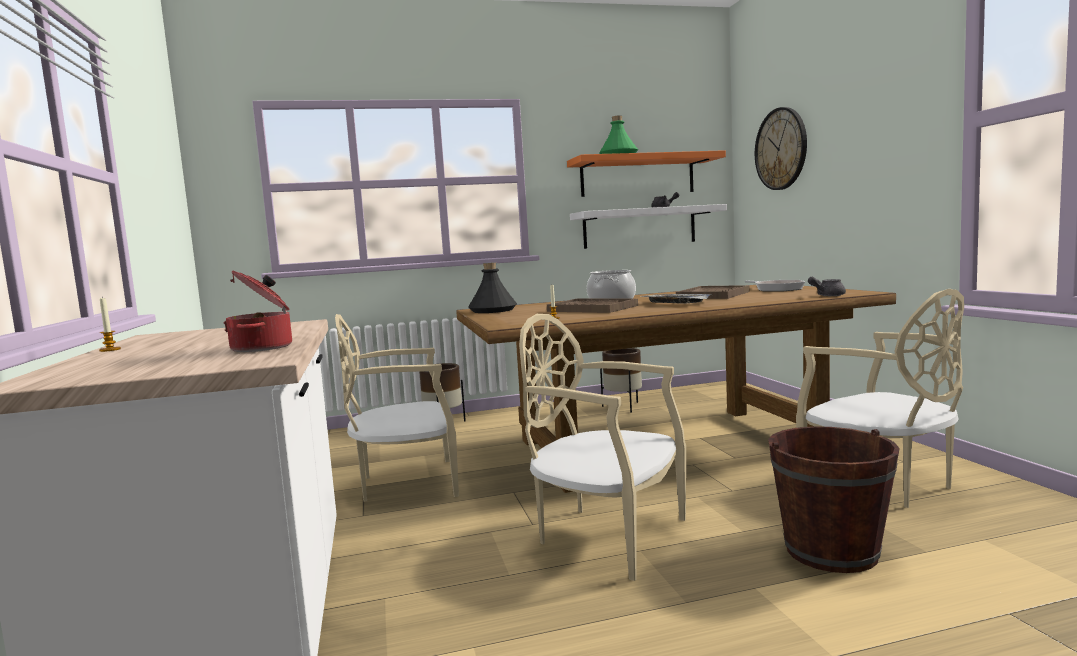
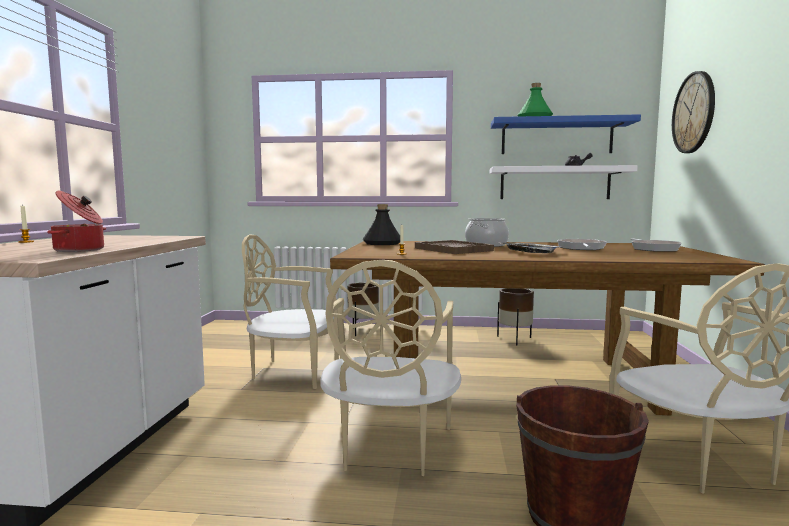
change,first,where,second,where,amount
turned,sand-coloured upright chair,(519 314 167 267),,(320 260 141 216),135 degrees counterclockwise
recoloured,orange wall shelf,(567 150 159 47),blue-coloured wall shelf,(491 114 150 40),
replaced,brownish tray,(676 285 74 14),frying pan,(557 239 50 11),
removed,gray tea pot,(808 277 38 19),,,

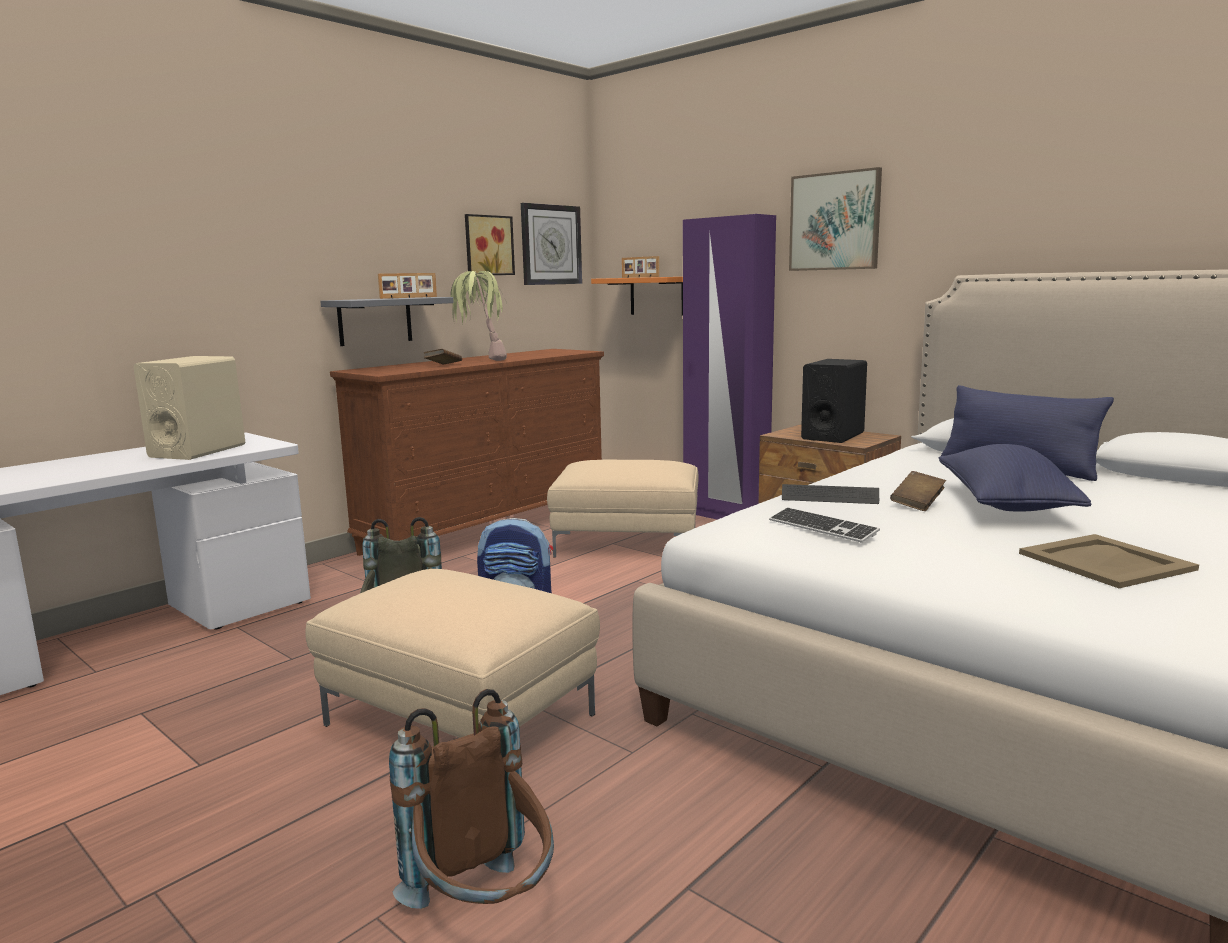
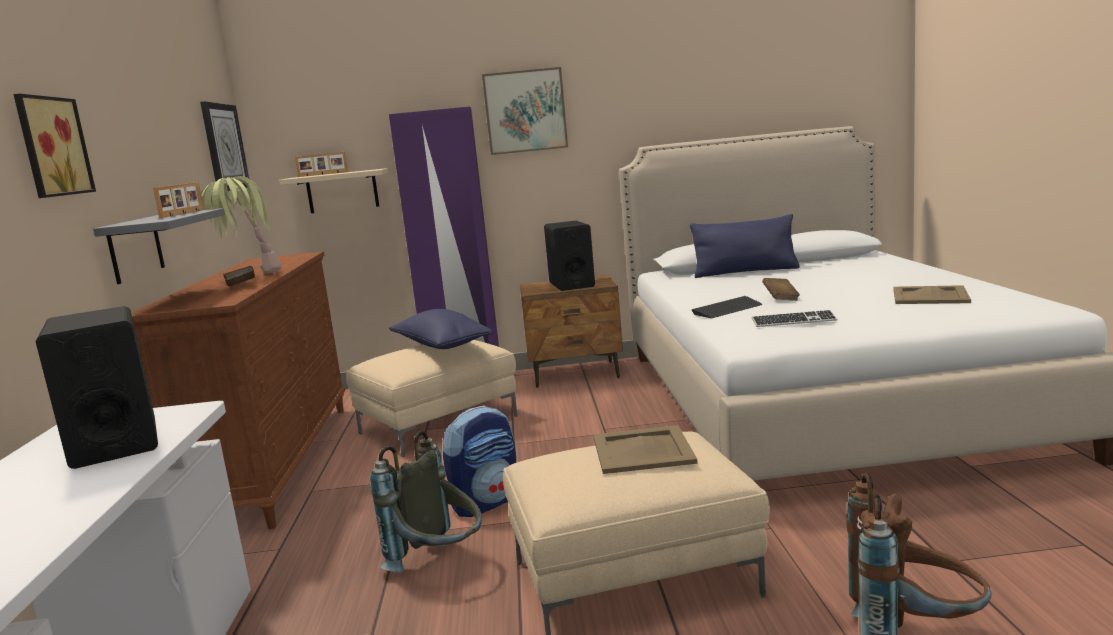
change,first,where,second,where,amount
moved,picture,(465 214 50 61),,(13 94 83 104),
recoloured,sand-coloured loudspeaker,(134 356 111 104),blackish loudspeaker,(36 306 122 163),
recoloured,orange wall shelf,(591 277 92 38),sand-coloured wall shelf,(279 168 109 45),
moved,blue-coloured cushion,(939 444 153 67),,(389 309 104 40),
added,,,sand-coloured tray,(593 425 105 49),

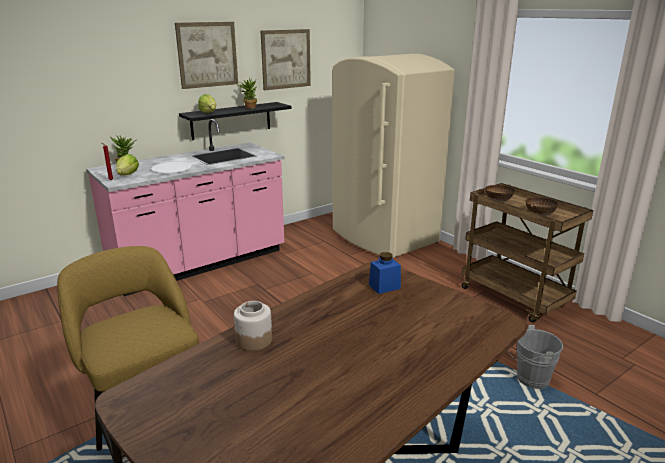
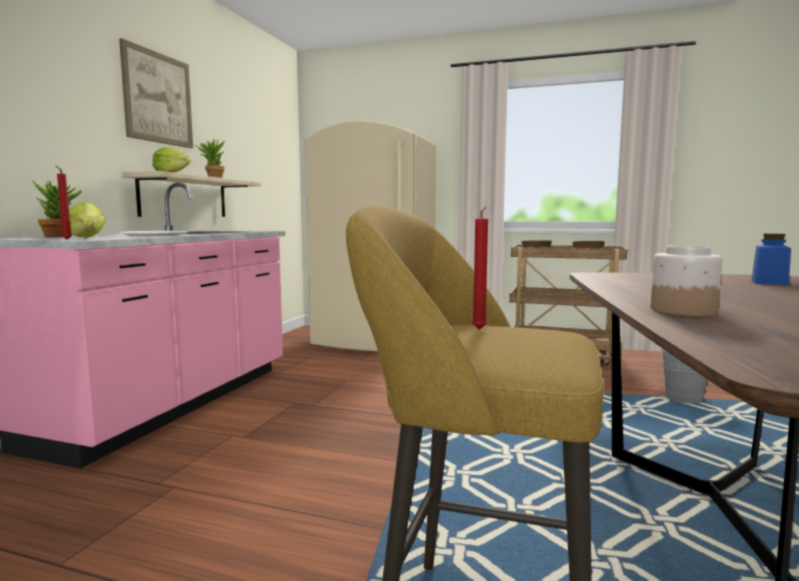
change,first,where,second,where,amount
recoloured,blackish wall shelf,(179 102 113 38),sand-coloured wall shelf,(122 171 139 46),
added,,,reddish candle,(472 206 16 124),
moved,blue-coloured preserve jar,(369 252 32 42),,(752 234 39 52),
removed,picture,(260 29 51 61),,,

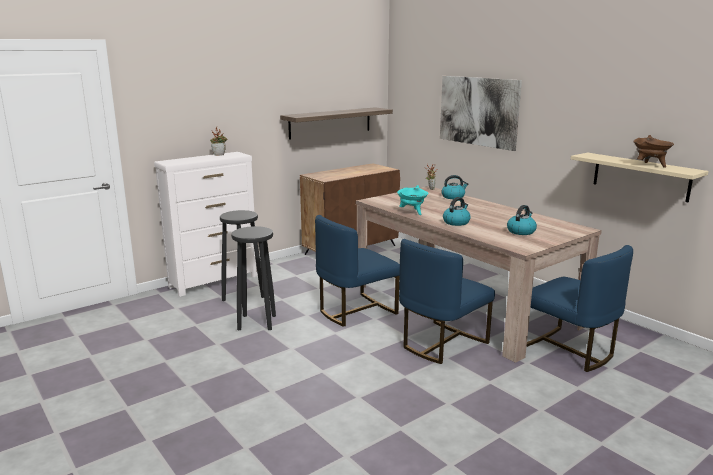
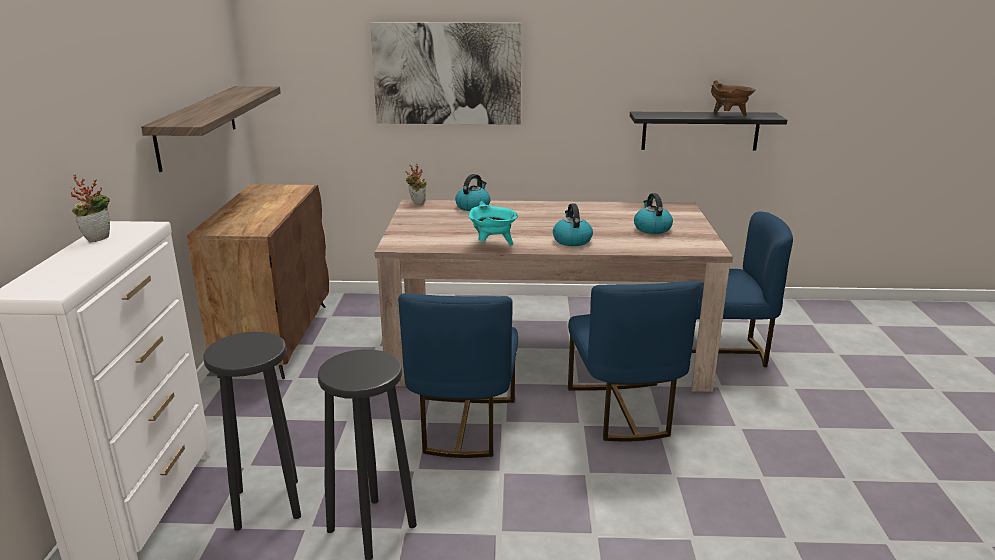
change,first,where,second,where,amount
recoloured,sand-coloured wall shelf,(571 153 138 50),blackish wall shelf,(630 112 157 39),

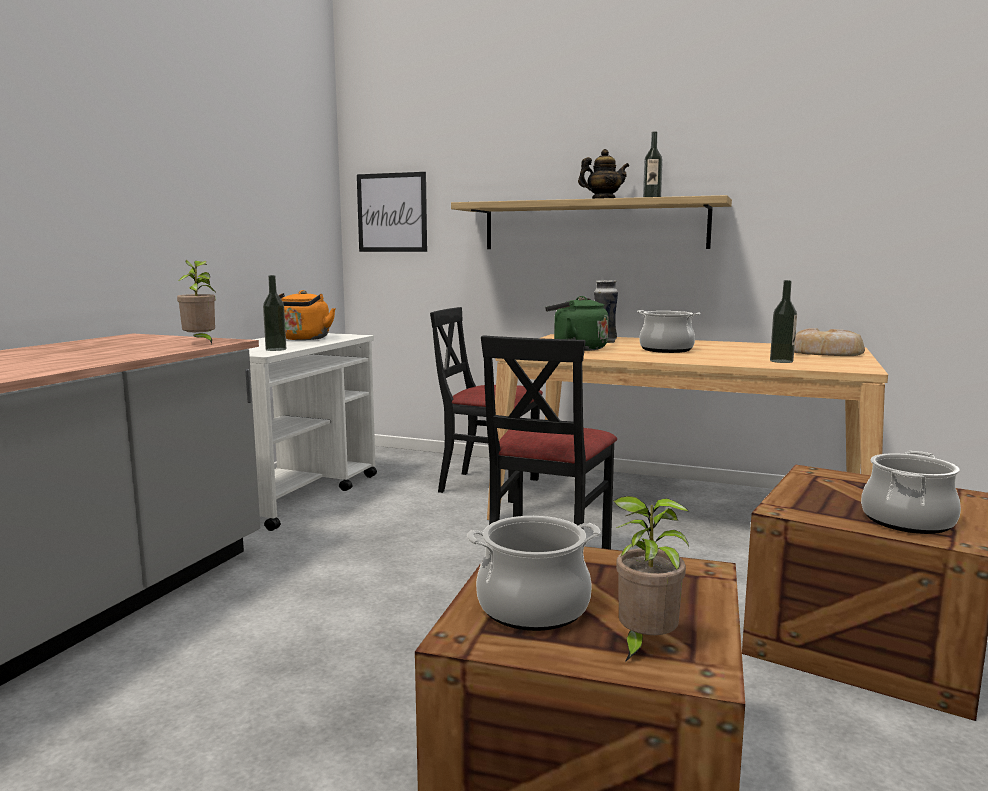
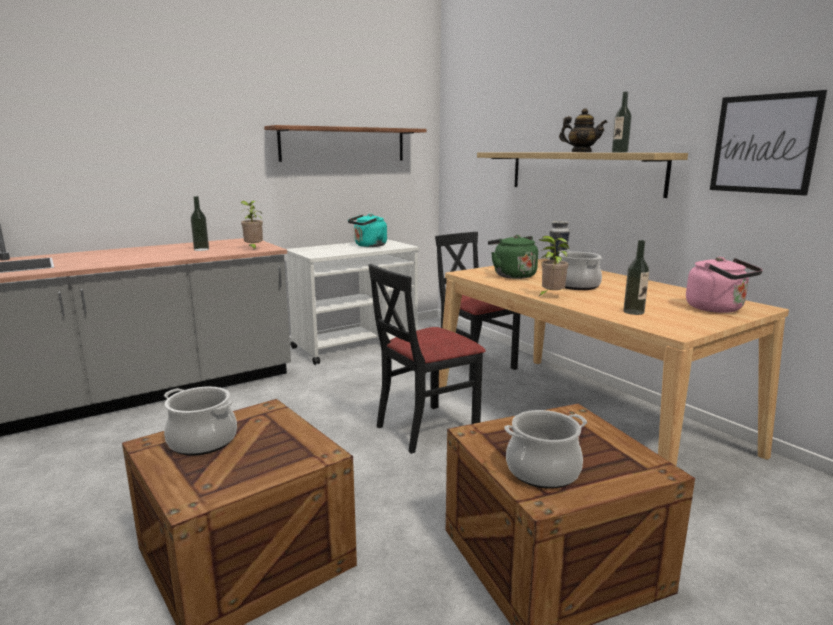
change,first,where,second,where,amount
moved,drink bottle,(263 275 23 76),,(191 196 18 55),
added,,,wall shelf,(264 125 163 37),
recoloured,orange kettle,(278 290 58 50),turquoise kettle,(348 214 39 33),
moved,plant in a pot,(613 496 76 166),,(538 236 31 61),
replaced,baked bread,(794 328 71 28),pinkish kettle,(686 257 77 56),
moved,picture,(357 172 70 80),,(710 90 117 106),

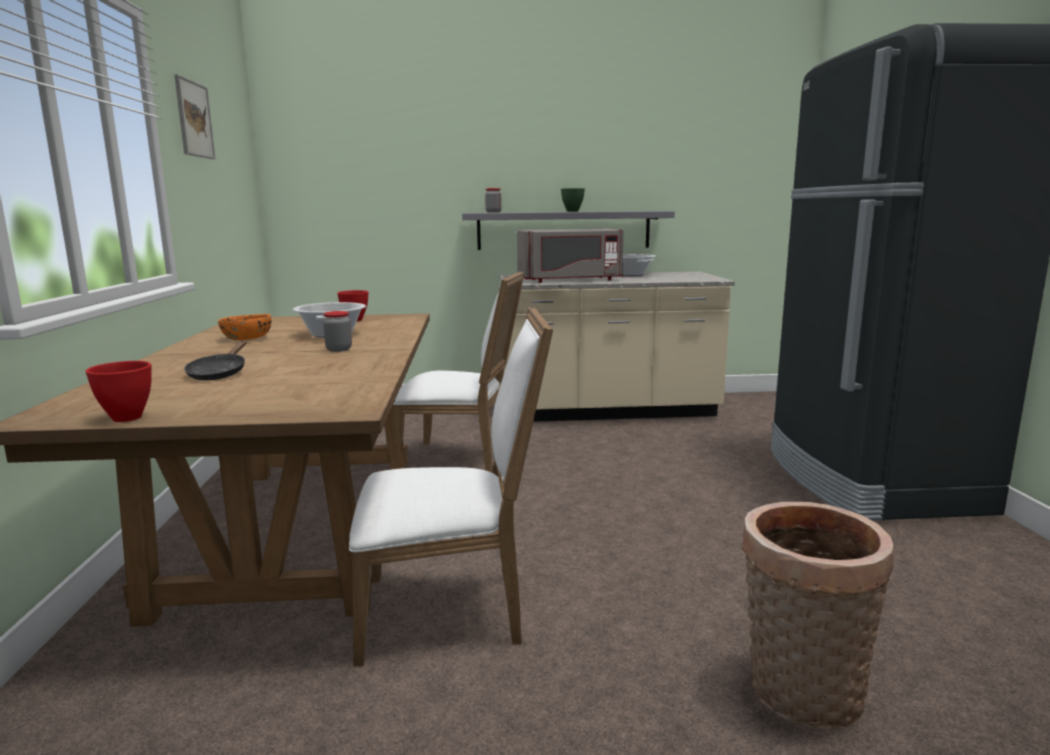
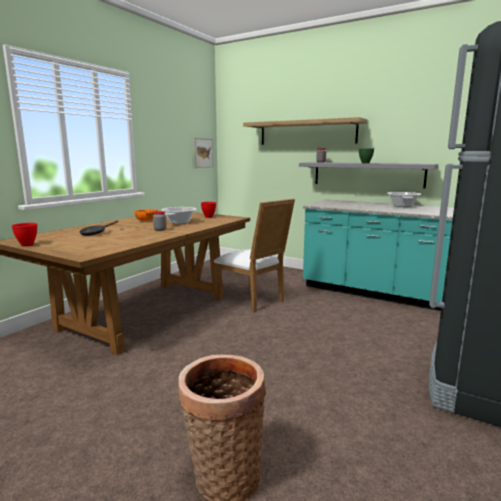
change,first,where,second,where,amount
moved,picture,(174 74 41 85),,(194 138 19 30),
added,,,wall shelf,(243 117 125 28),
recoloured,sand-coloured kitchen counter,(500 272 235 150),turquoise kitchen counter,(303 200 151 111),
removed,white-coloured upright chair,(349 307 204 360),,,
removed,gray kitchen microwave,(517 229 107 54),,,

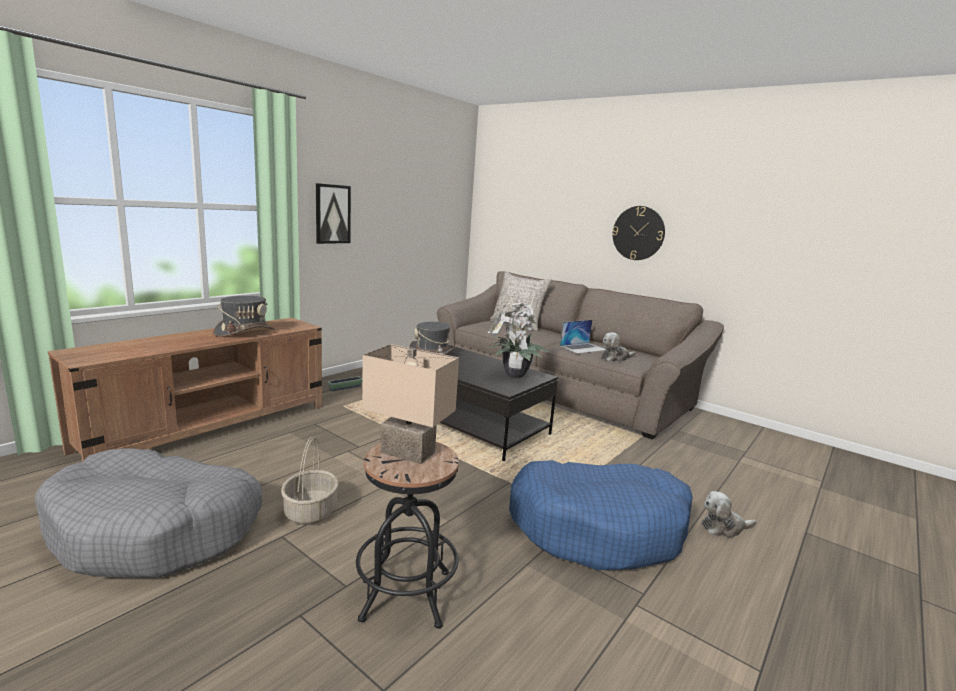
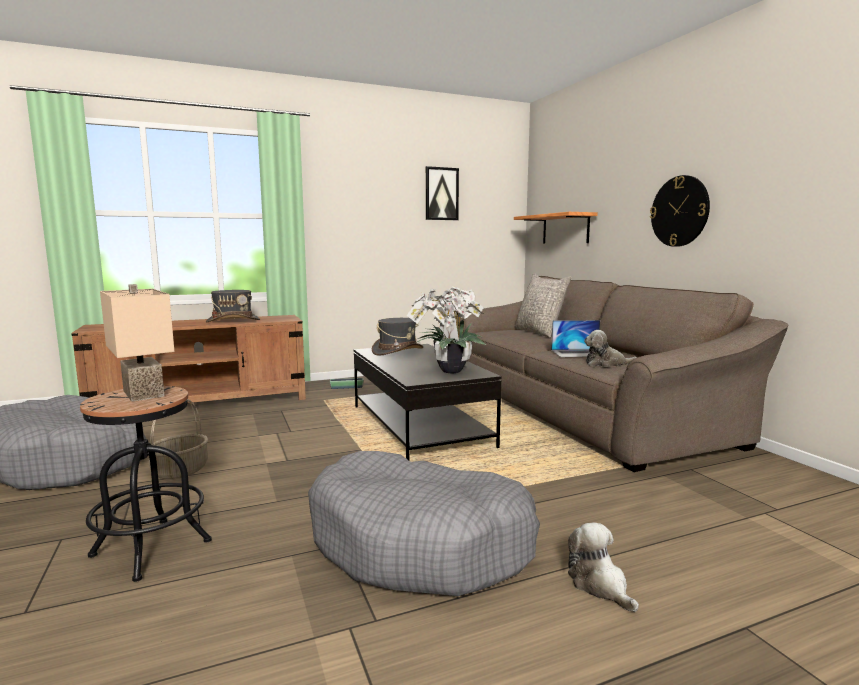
change,first,where,second,where,amount
recoloured,blue-coloured pet bed,(509 460 184 110),gray pet bed,(308 451 232 145),
moved,picture,(316 183 35 61),,(426 166 33 54),
added,,,wall shelf,(514 212 84 31),
turned,cuddly toy,(701 491 56 47),,(568 523 71 89),45 degrees clockwise

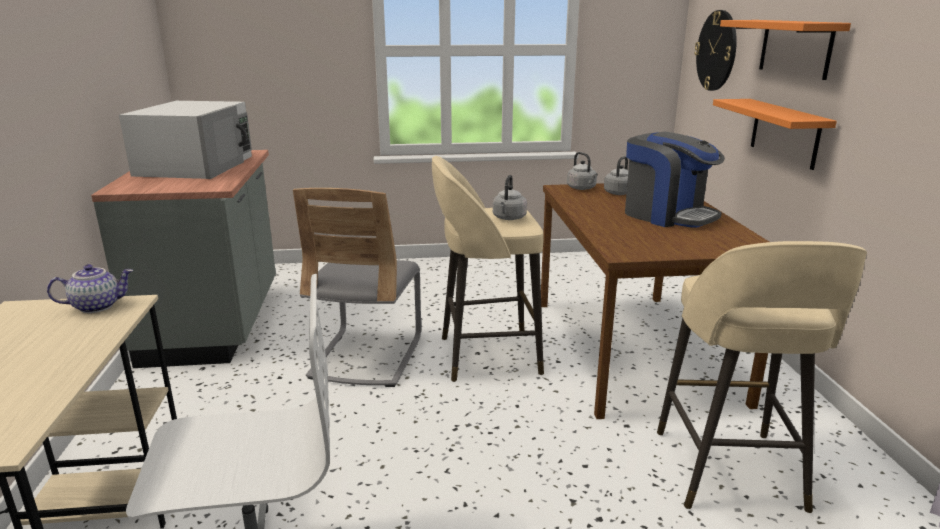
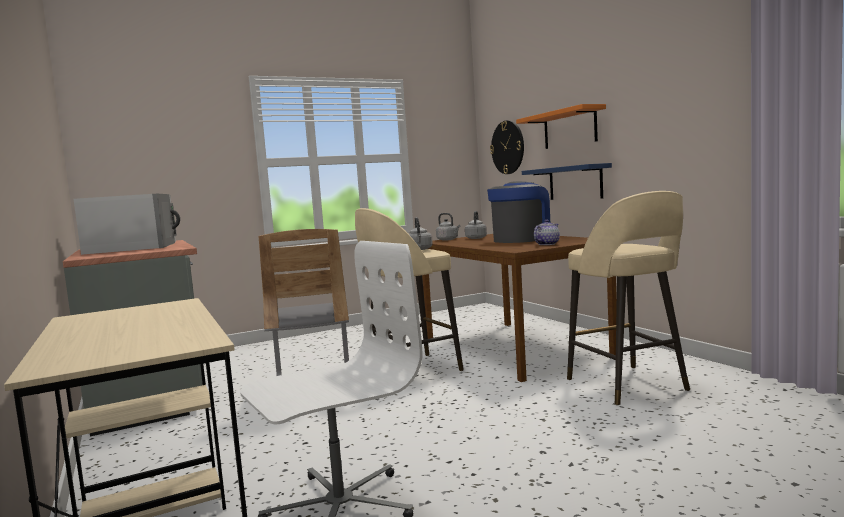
change,first,where,second,where,amount
turned,coffee maker,(625 132 100 96),,(487 181 63 62),75 degrees counterclockwise
recoloured,orange wall shelf,(713 99 124 71),blue-coloured wall shelf,(522 163 90 37),
moved,tea pot,(47 264 86 49),,(534 220 26 25),

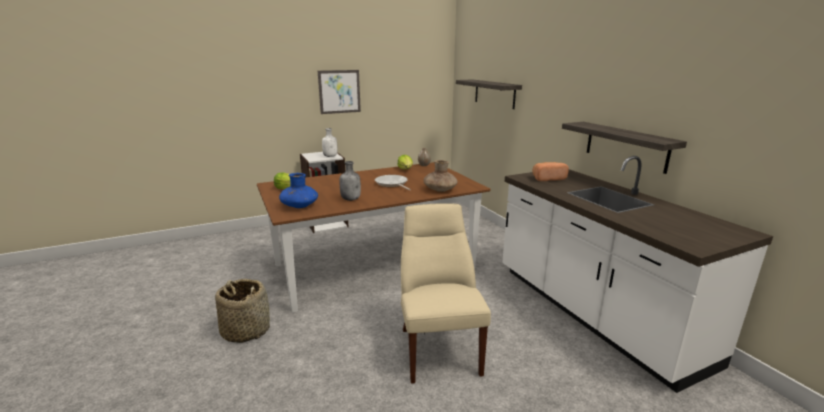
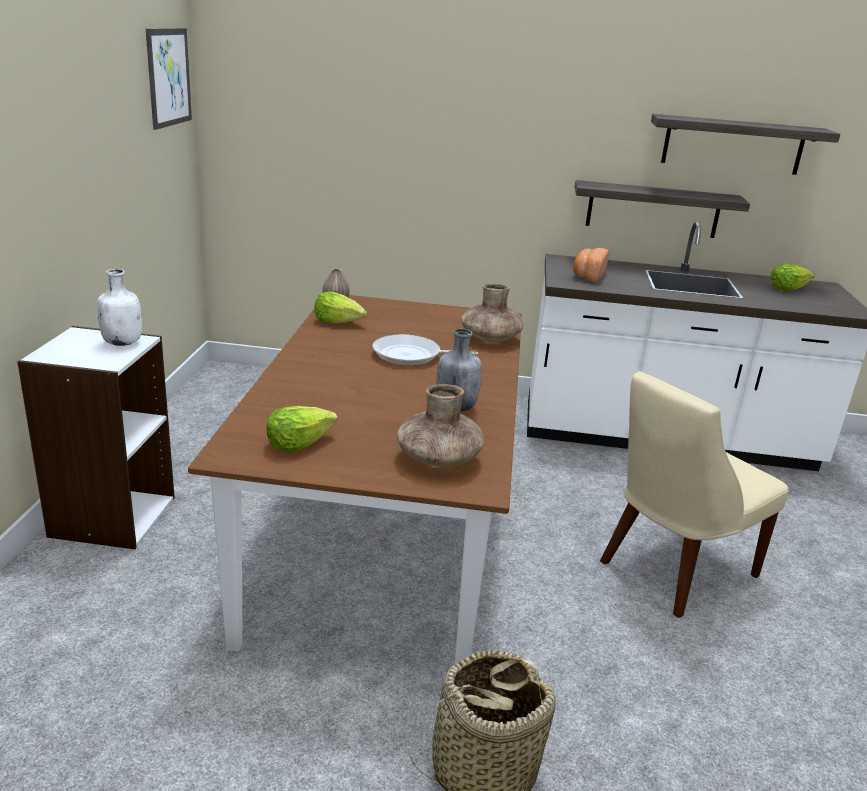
change,first,where,second,where,amount
moved,picture,(318 70 43 44),,(146 28 46 102),
recoloured,blue-coloured flower vase,(279 173 39 35),brownish flower vase,(397 384 87 83),
turned,sand-coloured upright chair,(401 203 90 181),,(600 371 189 247),60 degrees counterclockwise
moved,wall shelf,(456 79 66 30),,(651 114 189 61),
added,,,head of lettuce,(771 264 43 27),

